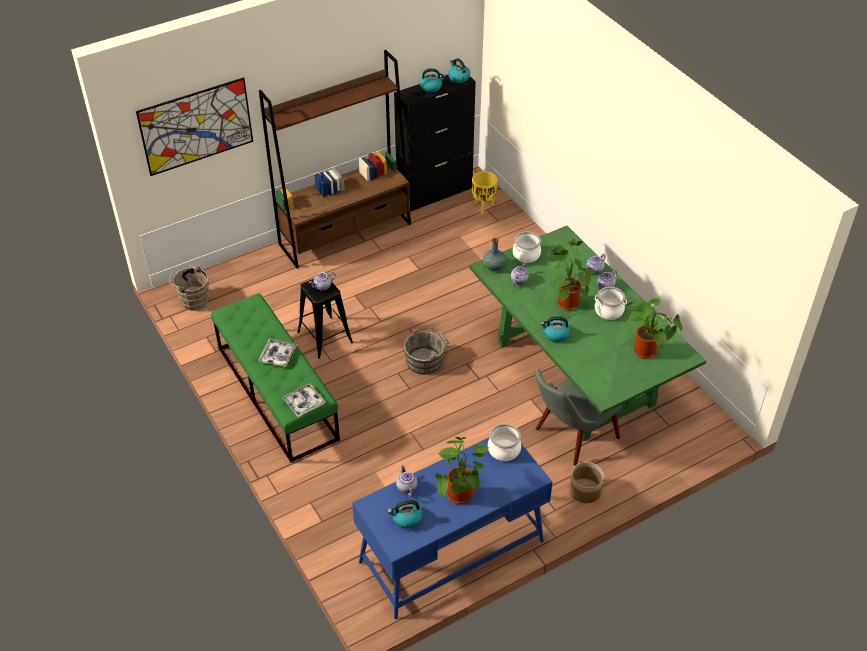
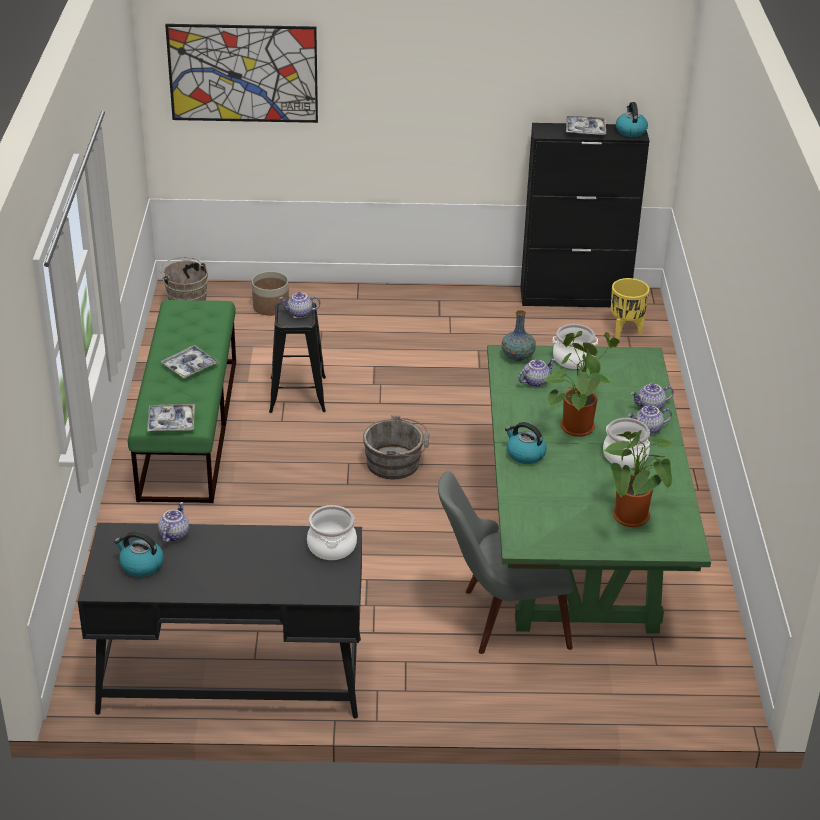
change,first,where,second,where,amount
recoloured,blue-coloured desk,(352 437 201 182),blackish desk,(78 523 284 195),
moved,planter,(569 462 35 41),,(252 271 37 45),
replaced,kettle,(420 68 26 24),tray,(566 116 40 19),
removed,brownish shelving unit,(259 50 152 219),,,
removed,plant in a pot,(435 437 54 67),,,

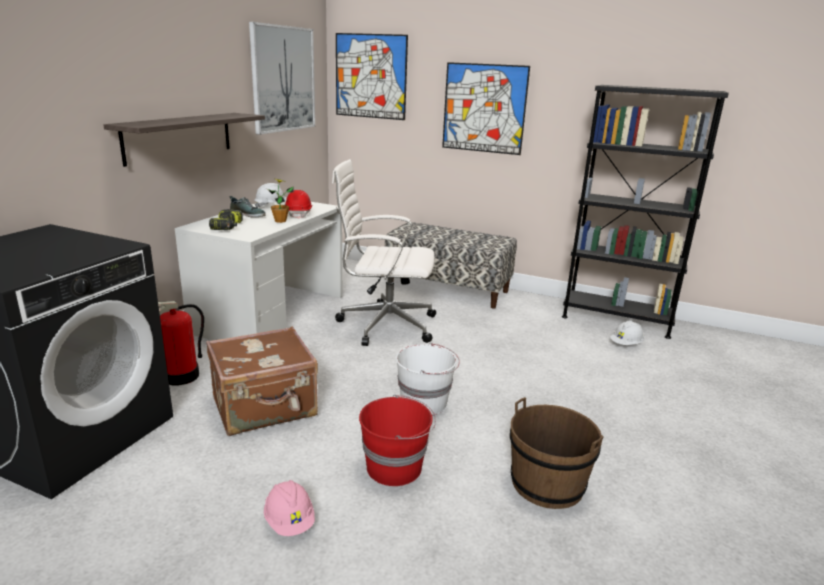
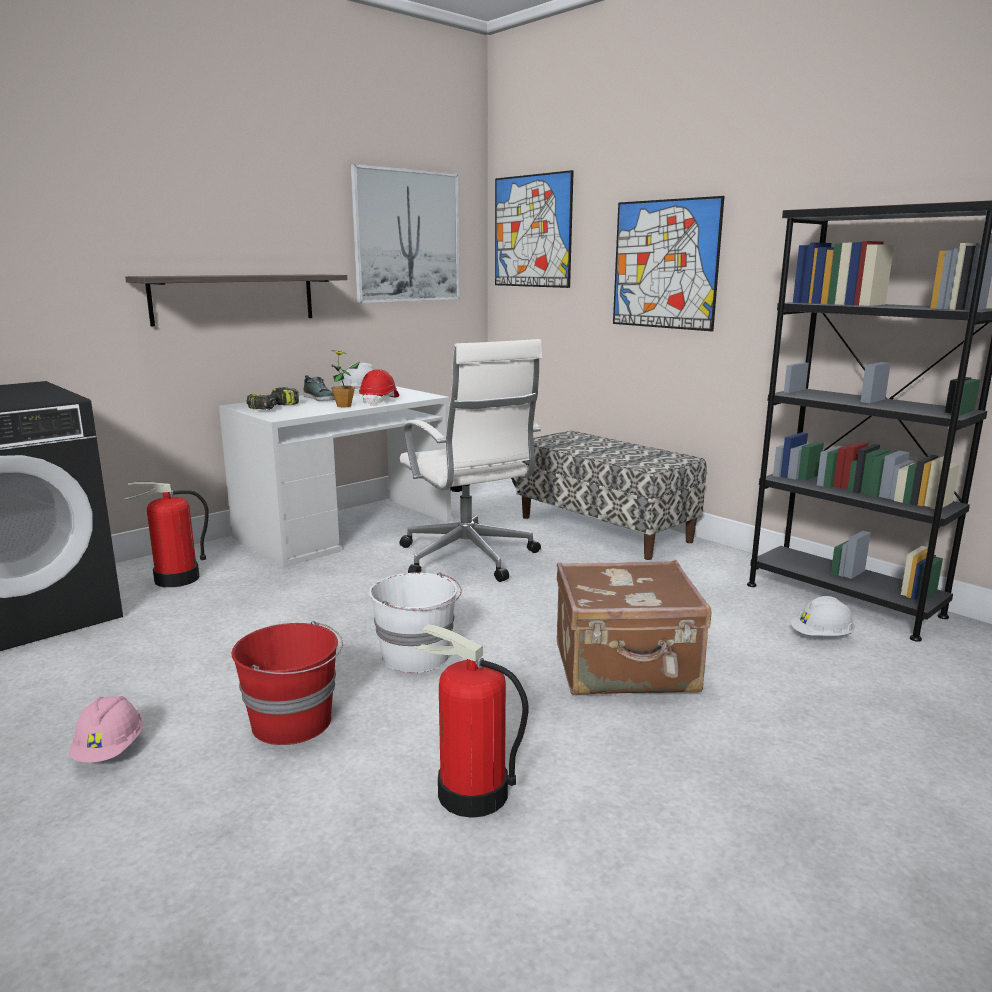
change,first,where,second,where,amount
turned,white-coloured office chair,(332 159 104 187),,(399 339 143 243),150 degrees counterclockwise
replaced,brownish bucket,(510 397 94 112),fire extinguisher,(416 624 113 194),
moved,brownish suitcase,(206 326 112 110),,(557 560 154 135),

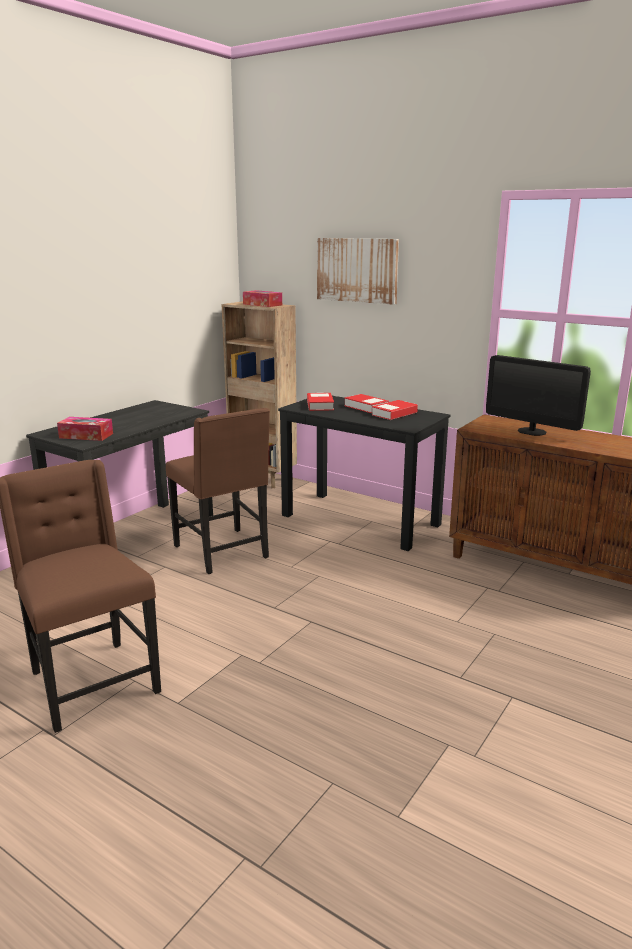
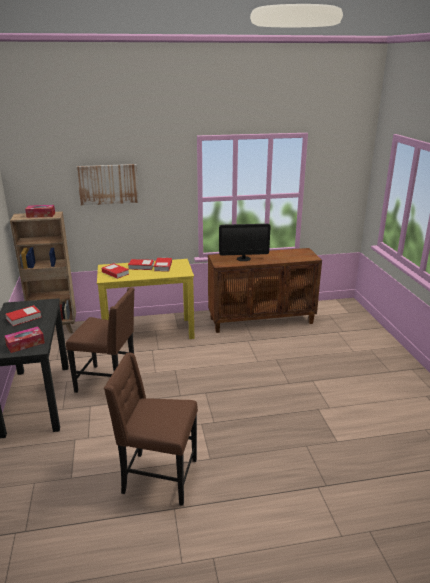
change,first,where,second,where,amount
added,,,volume,(5 305 36 21),
recoloured,blackish desk,(278 396 173 155),yellowish desk,(97 259 97 80),

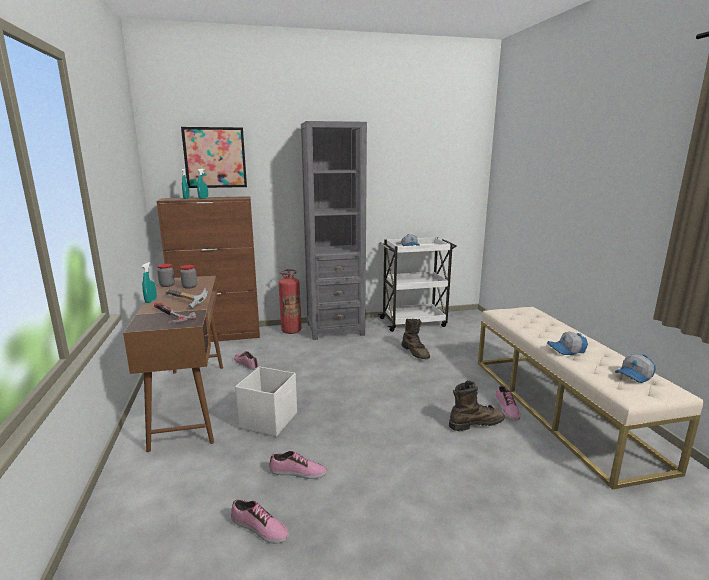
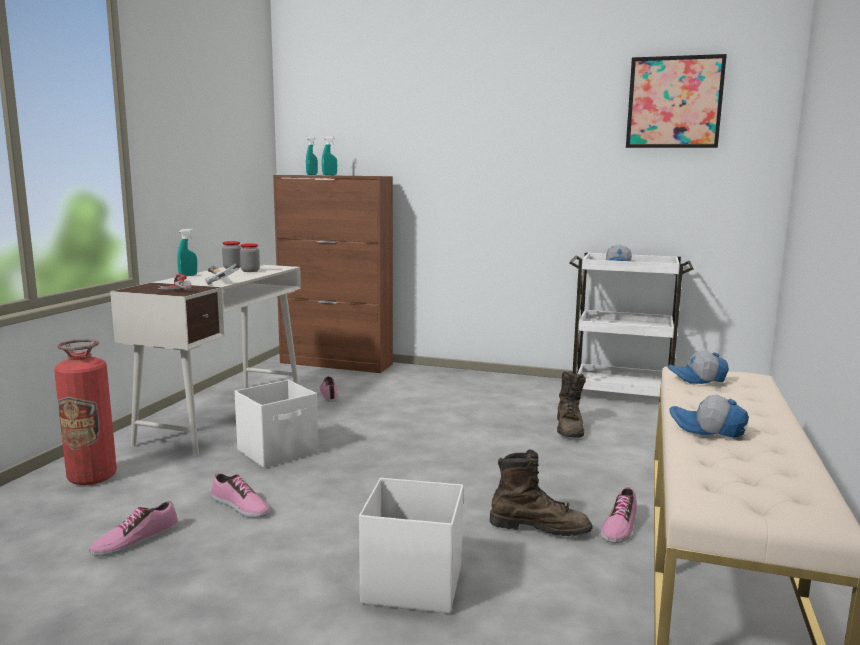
change,first,where,second,where,amount
moved,fire extinguisher,(278 269 24 65),,(54 339 63 146),
turned,item of footwear,(231 499 58 45),,(89 501 89 55),75 degrees clockwise
recoloured,brownish desk,(123 276 100 176),white-coloured desk,(110 265 191 191),
added,,,white-coloured storage container,(359 478 104 136),
moved,picture,(181 127 66 61),,(626 54 101 94),
moved,cap,(615 354 41 29),,(668 351 61 33),
removed,gray shelving unit,(301 121 66 219),,,

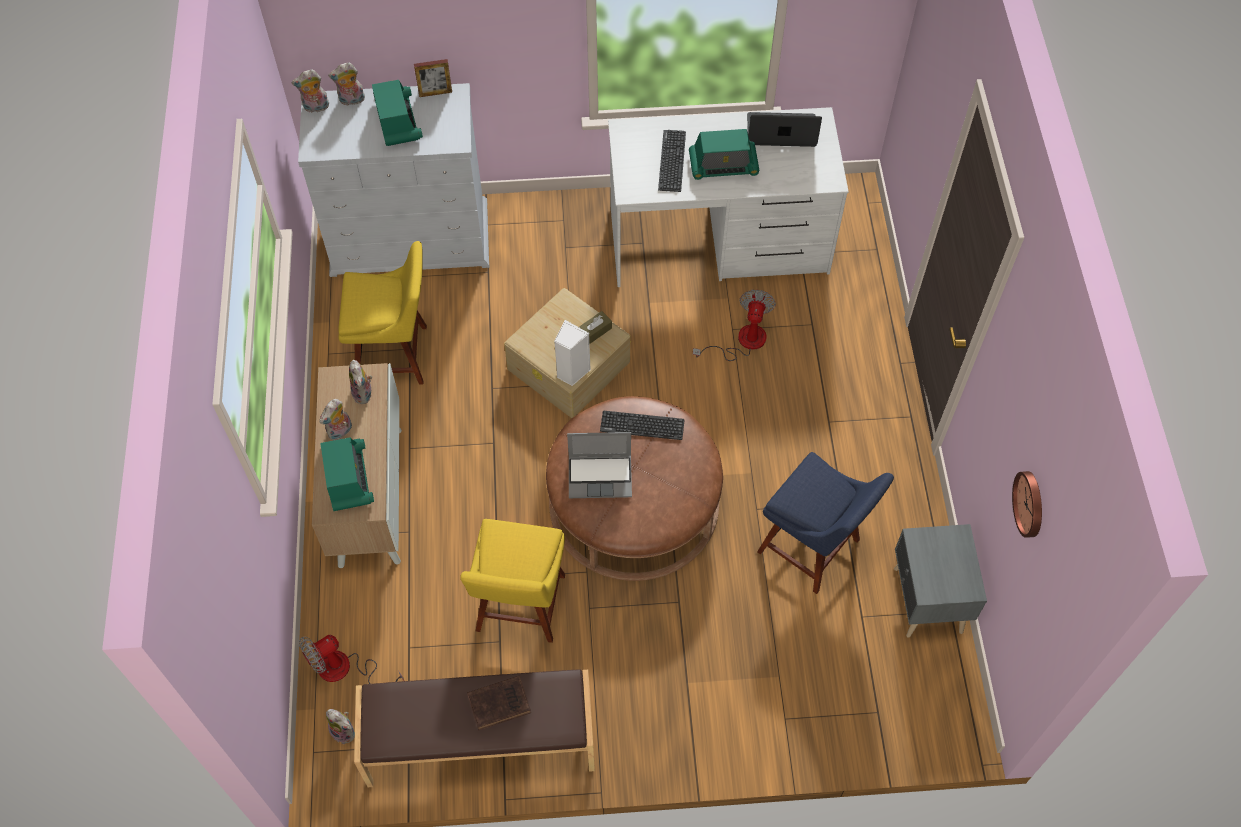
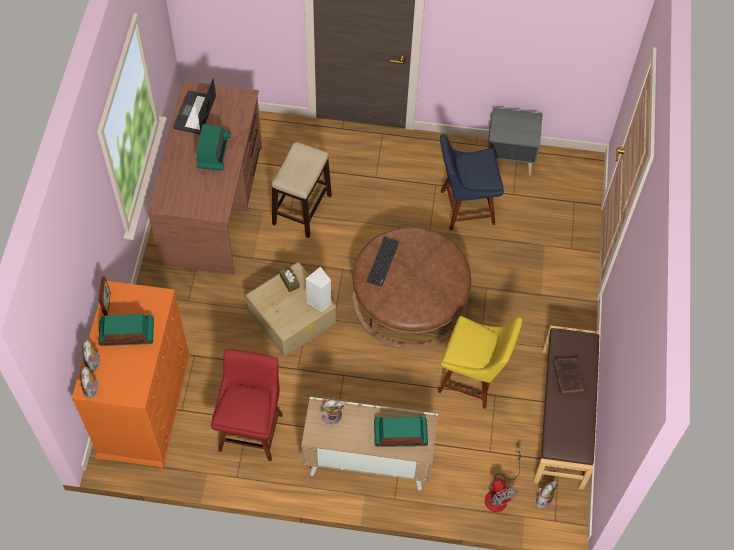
change,first,where,second,where,amount
recoloured,white-coloured dresser,(298 83 191 194),orange dresser,(72 281 118 188),
recoloured,white-coloured desk,(608 107 241 180),brownish desk,(147 81 115 193),
recoloured,yellowish upright chair,(338 241 89 144),reddish upright chair,(211 349 72 112),
replaced,cooling fan,(693 289 83 72),stool,(271 142 61 96),
turned,blue-coloured upright chair,(757 452 137 142),,(440 134 64 96),150 degrees counterclockwise
removed,cuddly toy,(320 399 32 41),,,
removed,notebook computer,(567 432 65 66),,,
removed,computer keyboard,(658 130 28 62),,,
removed,hanging clock,(1012 471 30 67),,,

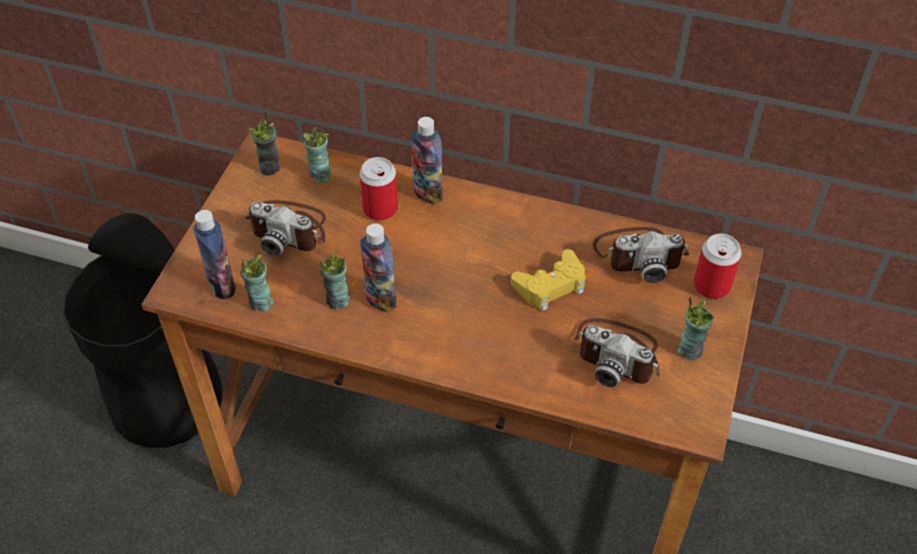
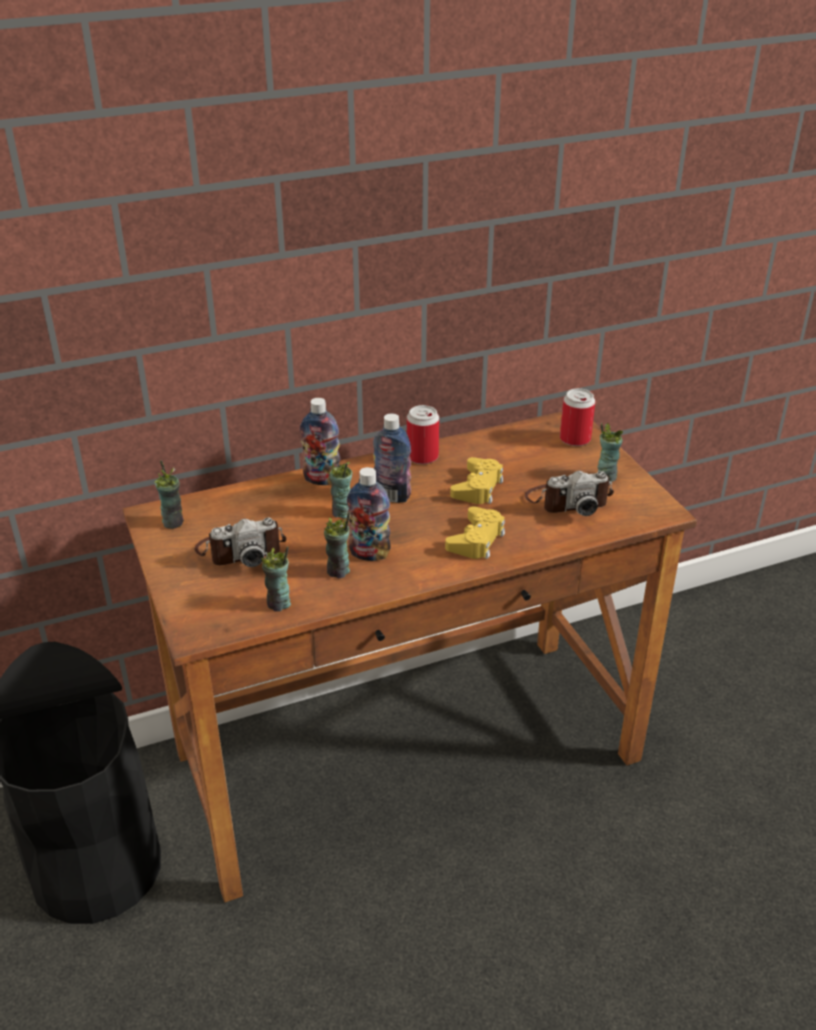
change,first,where,second,where,amount
moved,small cup,(303 127 28 56),,(329 462 23 57),
moved,drink bottle,(194 210 41 90),,(373 413 38 90),
moved,can,(359 157 39 64),,(407 405 32 59),
added,,,yellowish joypad,(445 506 60 53),
removed,still camera,(593 227 96 56),,,

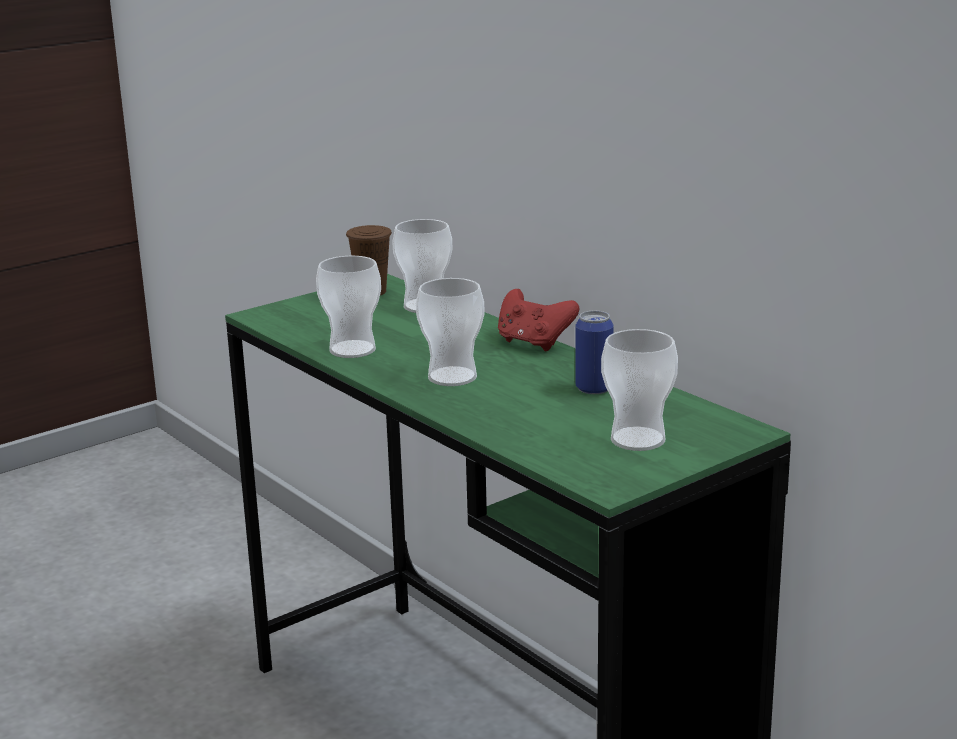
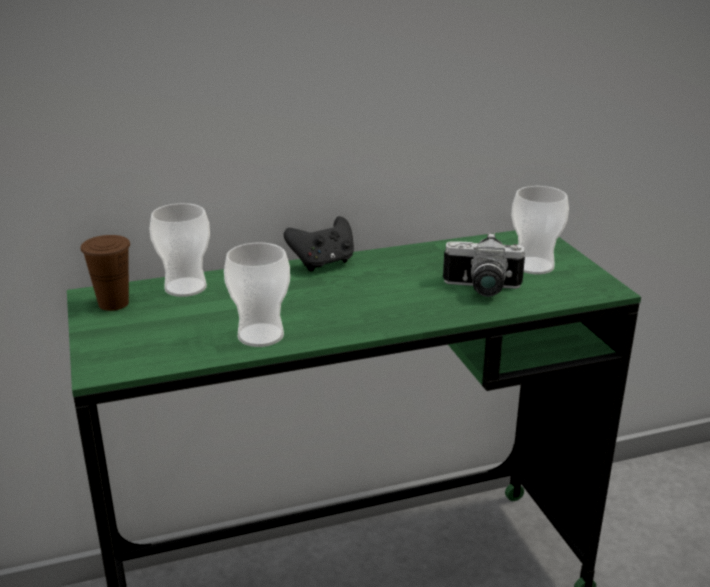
change,first,where,second,where,amount
recoloured,reddish joypad,(498 289 81 62),blackish joypad,(284 216 70 55),
added,,,still camera,(443 232 82 65),
removed,small cup,(416 278 69 108),,,
removed,can,(575 311 38 83),,,

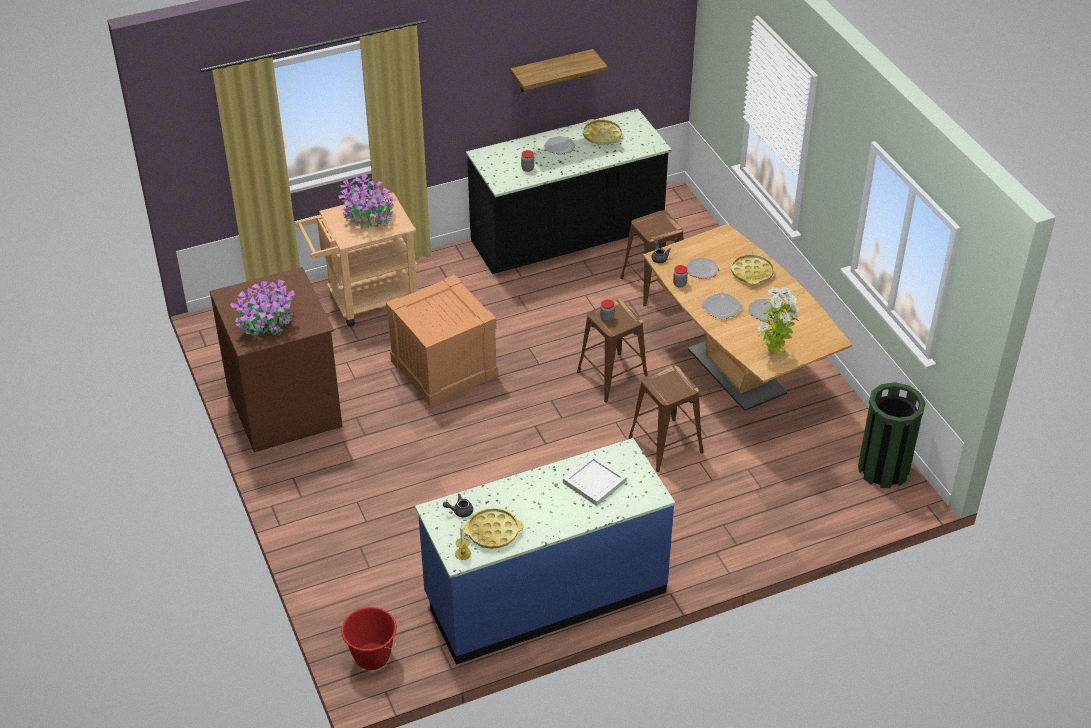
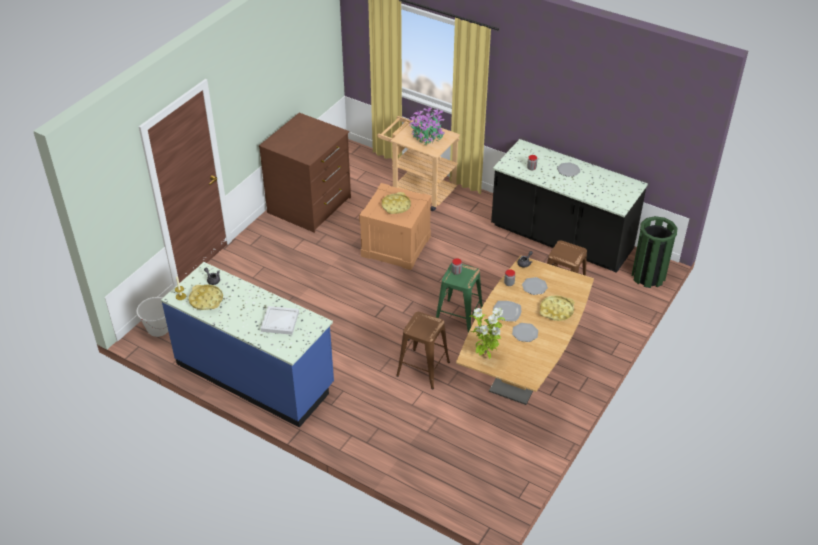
change,first,where,second,where,amount
recoloured,reddish bucket,(341 607 56 63),white-coloured bucket,(136 297 32 40),
moved,yellowish tray,(583 119 39 26),,(382 192 29 22),
recoloured,brownish stool,(577 300 71 103),green-coloured stool,(436 263 47 70),
moved,green-coloured rubbish bin,(858 382 68 106),,(632 216 45 72),
removed,plant in a pot,(230 279 65 59),,,
removed,wall shelf,(510 49 98 43),,,

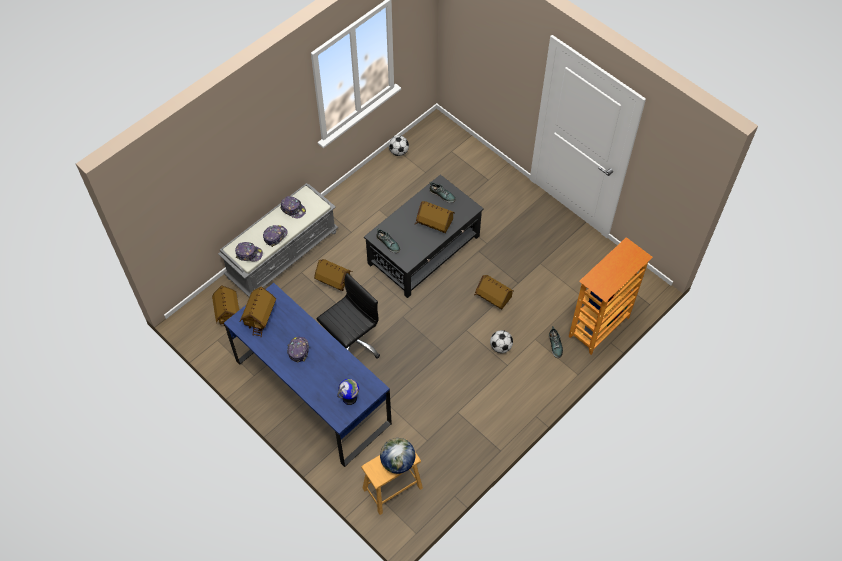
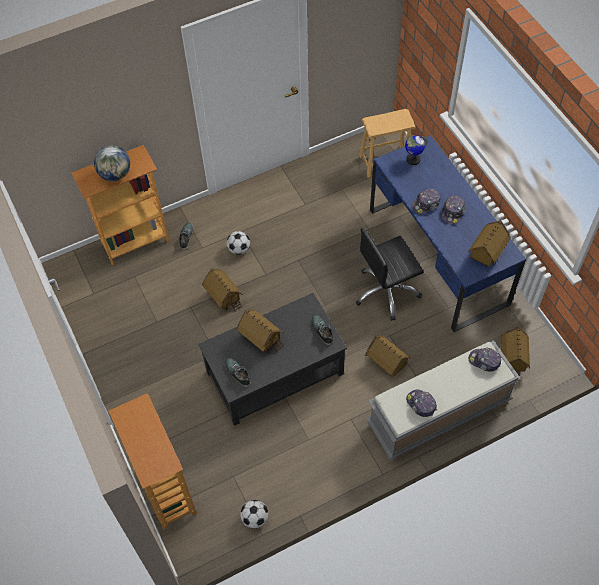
change,first,where,second,where,amount
moved,world globe,(380 438 35 36),,(94 145 36 36),
added,,,shelving unit,(109 393 88 137),
moved,cap,(263 225 25 22),,(412 189 28 25),

